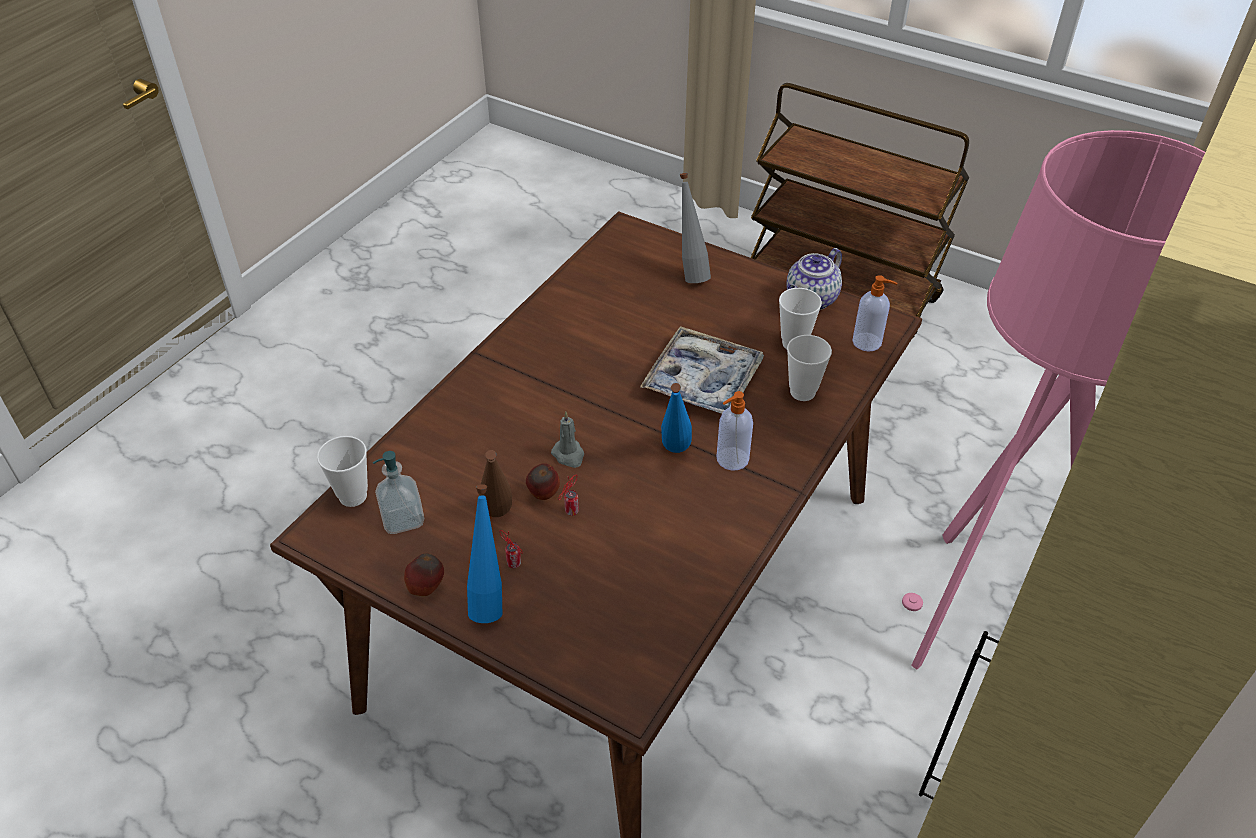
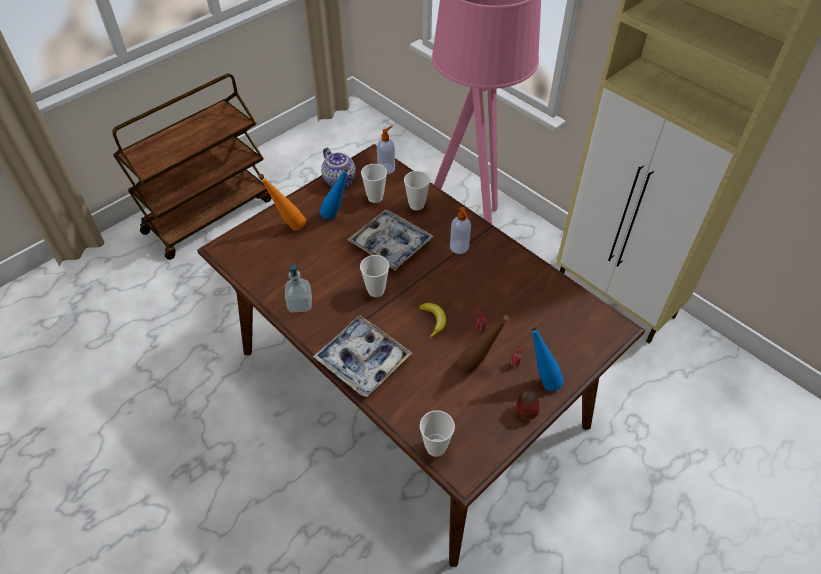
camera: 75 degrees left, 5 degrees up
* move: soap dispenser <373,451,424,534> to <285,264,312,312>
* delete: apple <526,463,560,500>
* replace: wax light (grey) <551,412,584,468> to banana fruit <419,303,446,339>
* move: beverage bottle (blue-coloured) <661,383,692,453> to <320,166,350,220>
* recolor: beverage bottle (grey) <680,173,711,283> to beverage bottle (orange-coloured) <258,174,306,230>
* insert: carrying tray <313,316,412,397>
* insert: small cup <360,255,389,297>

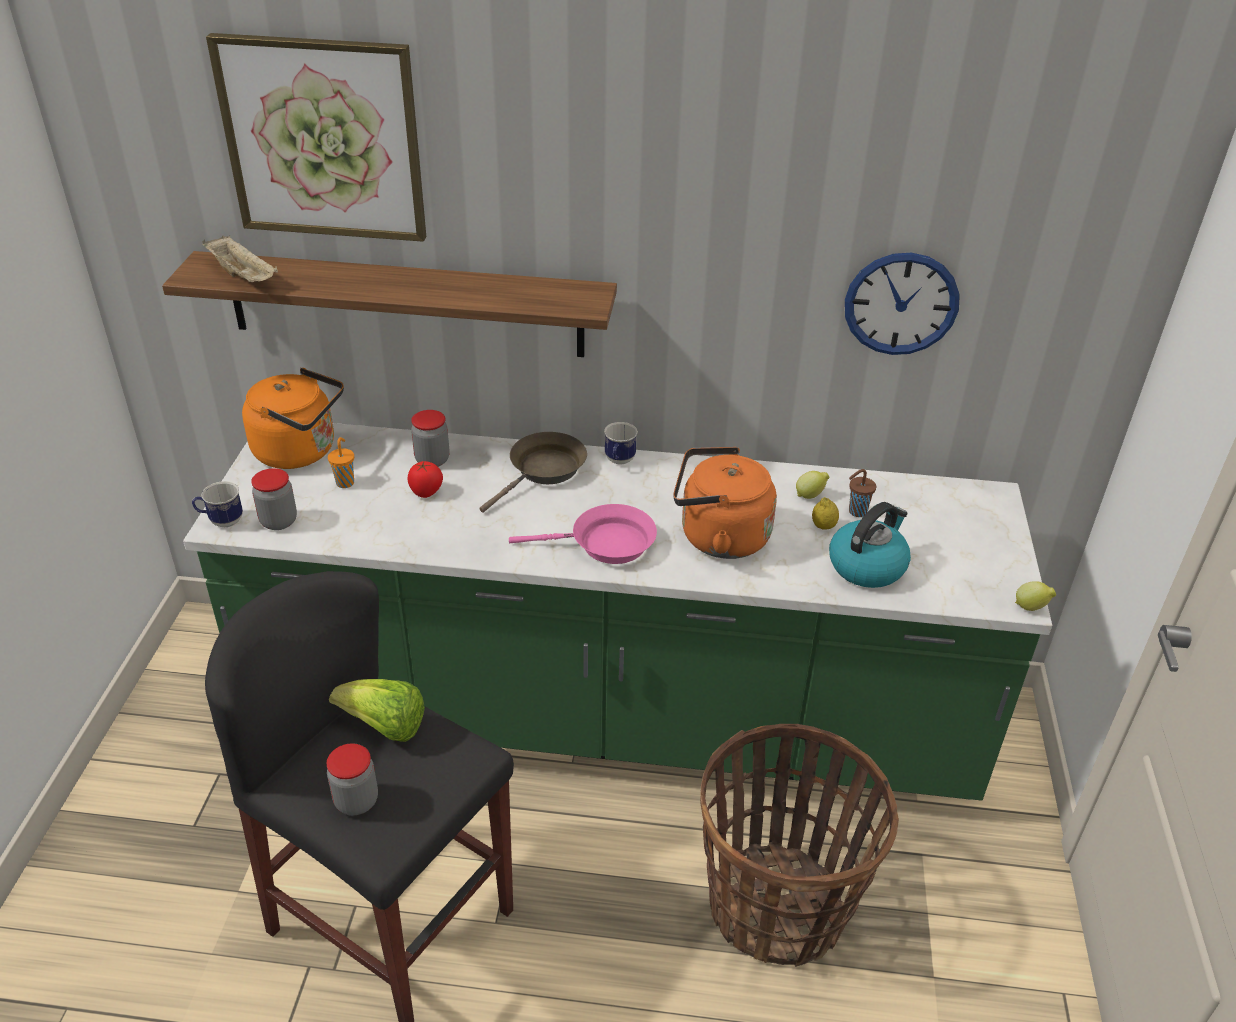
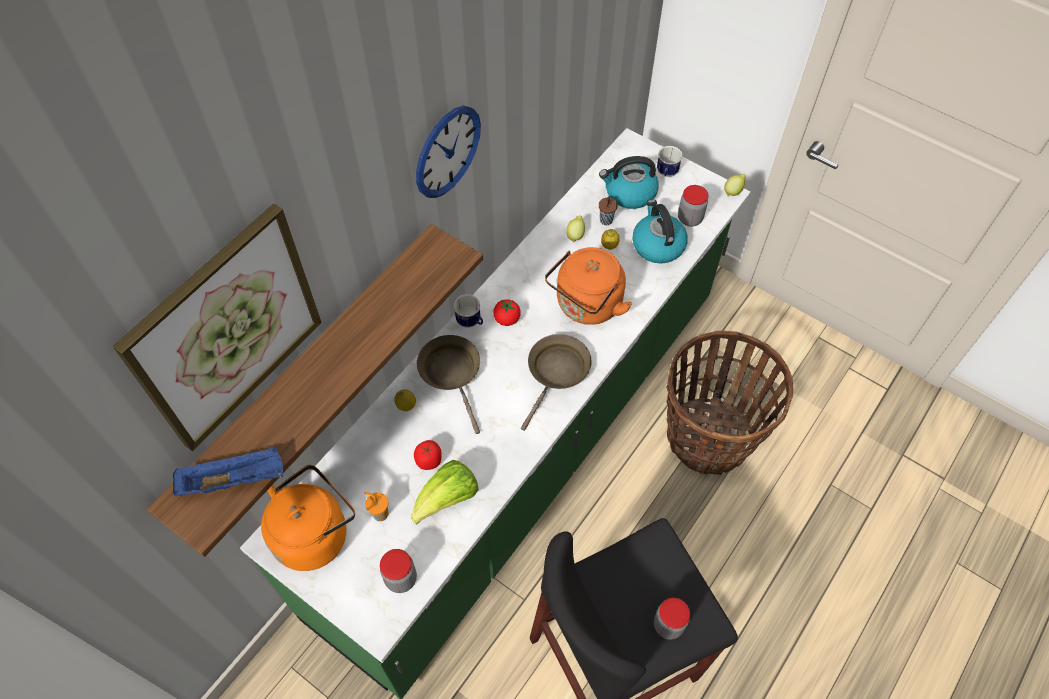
camera: 60 degrees left, 20 degrees up
* move: tea mug <192,481,243,527> to <657,146,683,177>
* recolor: carrying tray (beige-coloured) <202,236,278,282> to carrying tray (blue-coloured) <173,447,284,496>
* move: lettuce head <329,679,425,742> to <411,460,479,524>
* move: storage jar <411,410,449,467> to <678,185,709,226>
* recolor: frying pan (pinkish) <509,504,657,564> to frying pan (brown) <521,334,592,431>
* move: clock on the wall <845,253,960,355> to <416,106,481,198>
* insert: whole lemon <395,389,416,411>
* insert: whole tomato <493,299,521,326>
* insert: tea kettle <599,156,659,209>

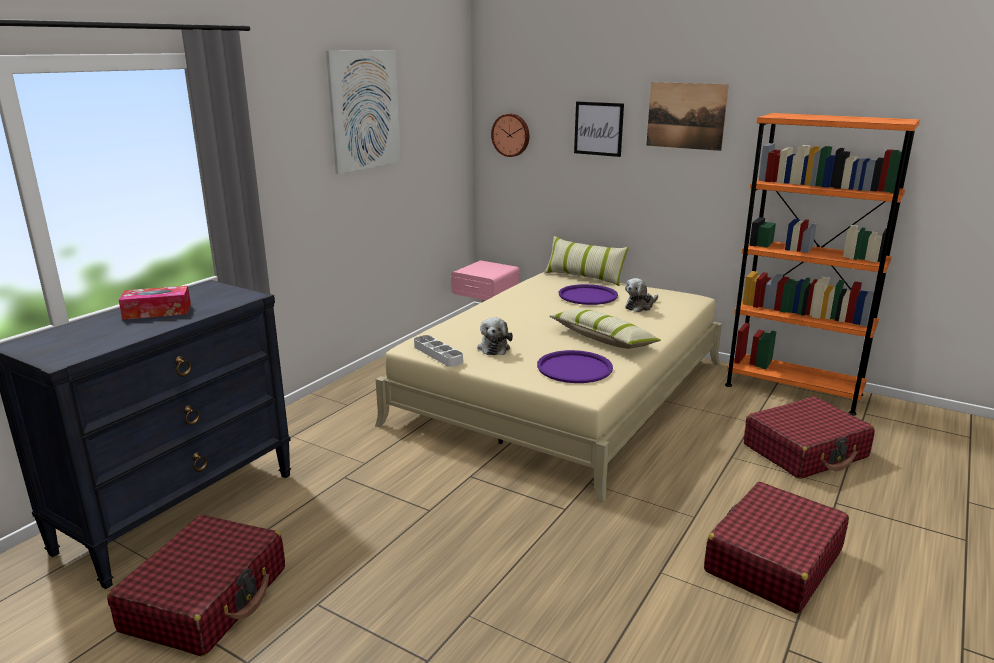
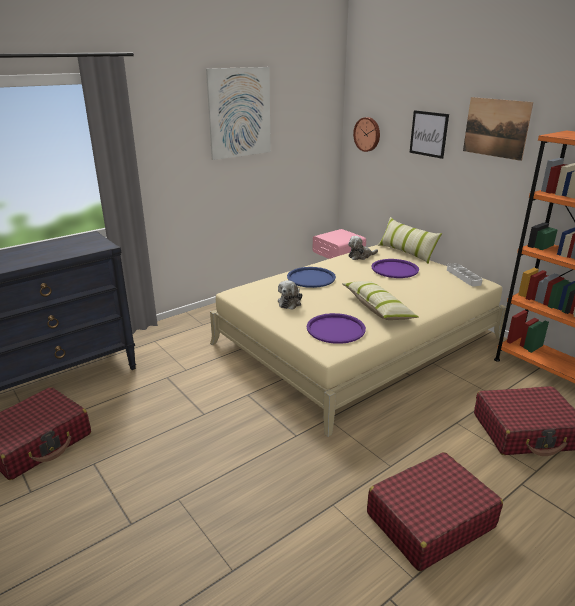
camera: 20 degrees right, 5 degrees up
* delete: box of tissues <119,286,191,320>
* move: carrying tray (grey) <414,335,463,367> to <447,263,483,286>
* move: plush toy <625,278,658,312> to <348,236,378,260>
* insert: carrying tray (blue-coloured) <287,267,336,288>

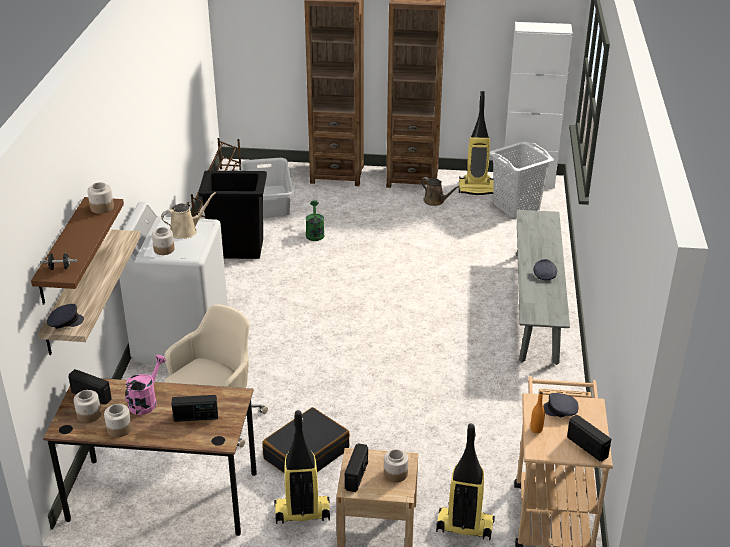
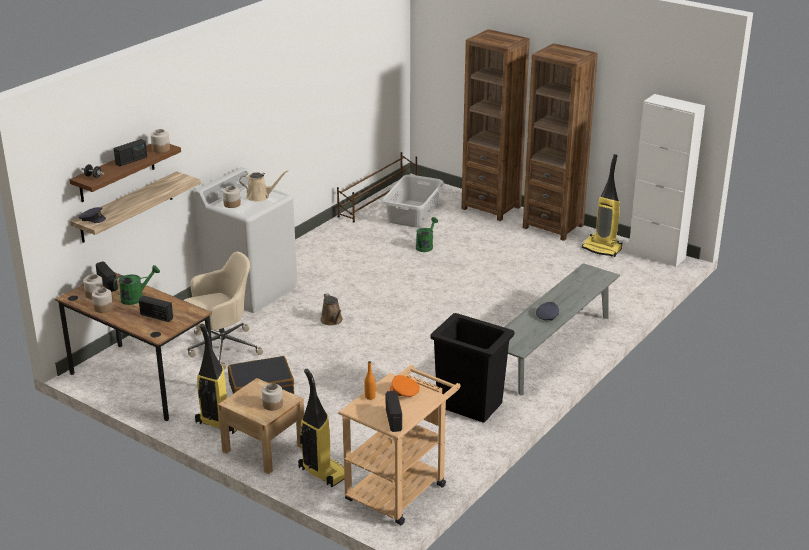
camera: 30 degrees right, 5 degrees down
* recolor: watering can (pinkish) <125,355,166,415> to watering can (greenish) <113,265,160,305>
* move: trash can (black) <198,171,267,259> to <430,313,514,423>
* move: radio <345,443,368,492> to <114,139,147,167>
* move: watering can (brown) <421,177,460,206> to <320,293,343,326>
* delete: laundry basket (whitish) <489,141,554,218>
* recolor: baseball cap (grey) <543,393,578,417> to baseball cap (orange-coloured) <390,375,420,397>

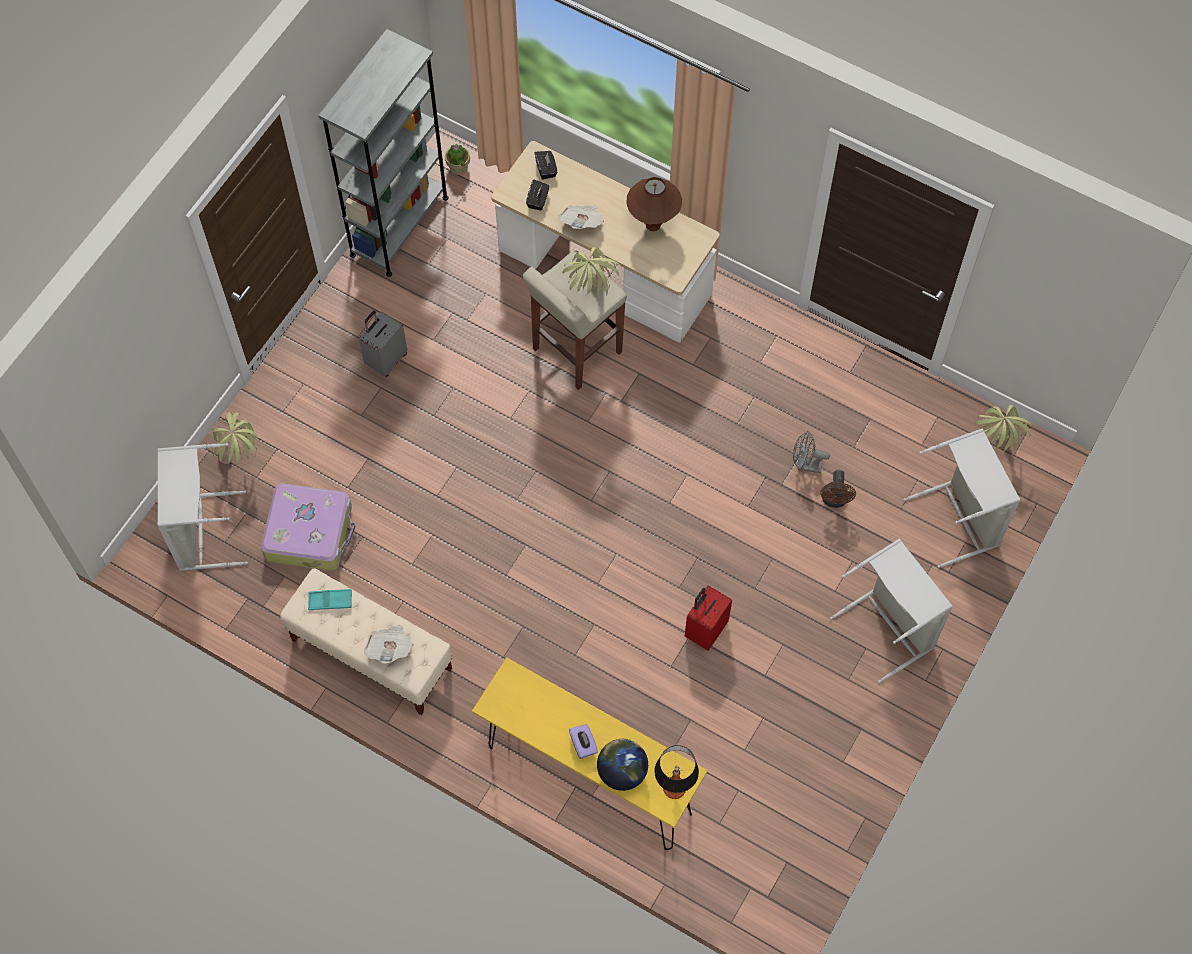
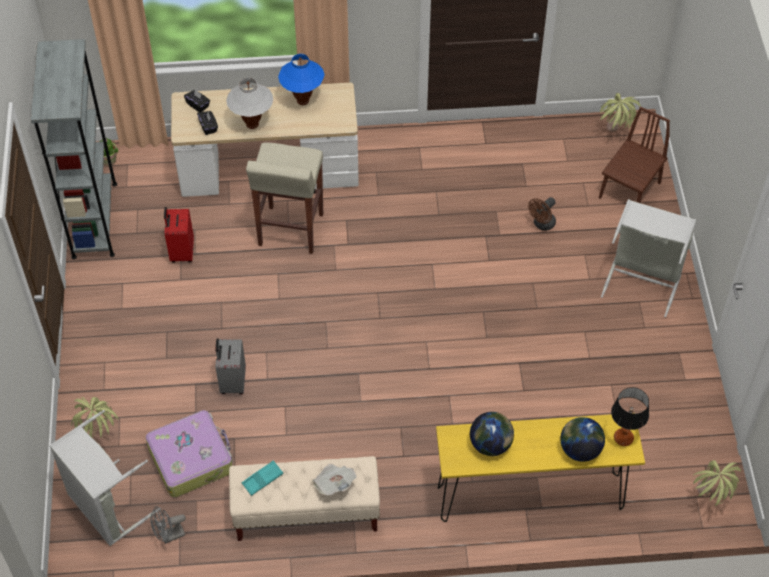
camera: 35 degrees left, 10 degrees down
* move: piece of luggage (grey) <359,311,407,377> to <215,338,246,394>
* replace: printed paper <558,205,604,229> to table lamp (whitish) <226,77,273,129>
* move: houseplant <562,247,622,296> to <693,460,741,506>
* delete: box of tissues (purplish) <569,724,598,759>
* recolor: table lamp (brown) <626,177,682,231> to table lamp (blue-coloured) <278,54,325,105>
* move: piece of luggage (red-coloured) <685,585,732,650> to <164,207,194,263>
* move: fan (grey) <793,431,830,473> to <151,506,186,544>
* rotate: fan (brown) <820,470,856,508> = <528,197,556,231> 75 degrees clockwise
* replace: laundry basket (grey) <904,428,1020,568> to plain chair (brown) <599,107,670,203>
* insert: world globe <470,412,514,456>

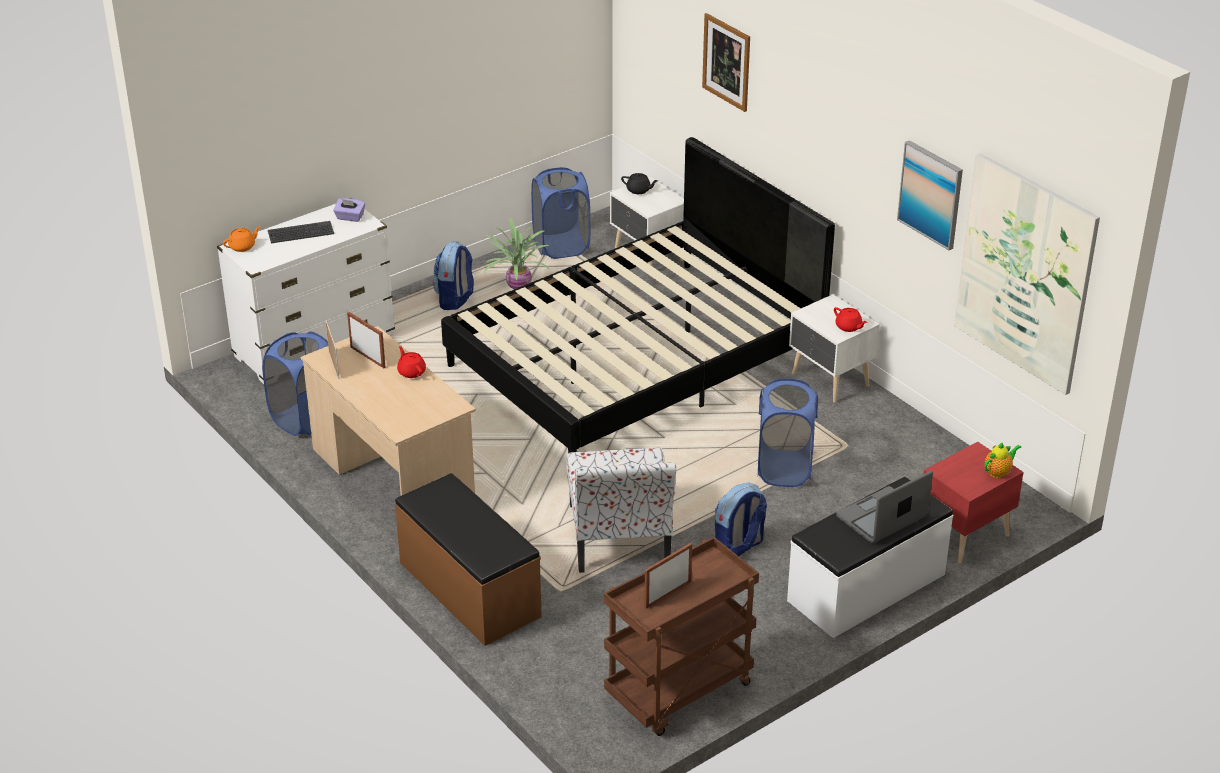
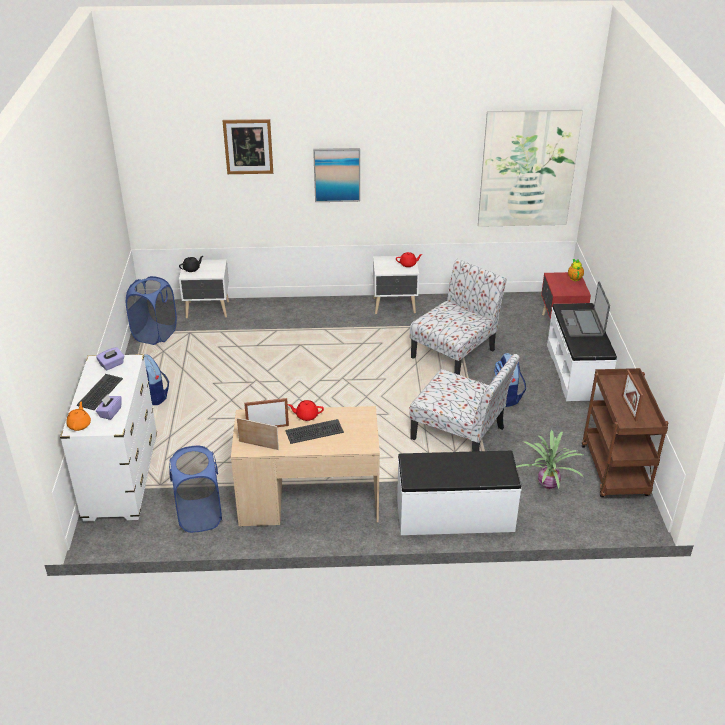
camera: 55 degrees left, 0 degrees up
* recolor: indoor bench (brown) <395,473,542,646> to indoor bench (whitish) <397,451,521,535>
* delete: sleeping bed (black) <441,137,835,453>
* move: houseplant <484,218,550,289> to <516,430,583,489>
* replace: laundry basket (blue-coloured) <758,378,818,487> to plain chair <410,259,507,375>
* move: wall picture <897,140,963,250> to <313,148,360,202>
* insert: box of tissues (purplish) <96,394,122,420>
* insert: PC keyboard <285,419,344,444>

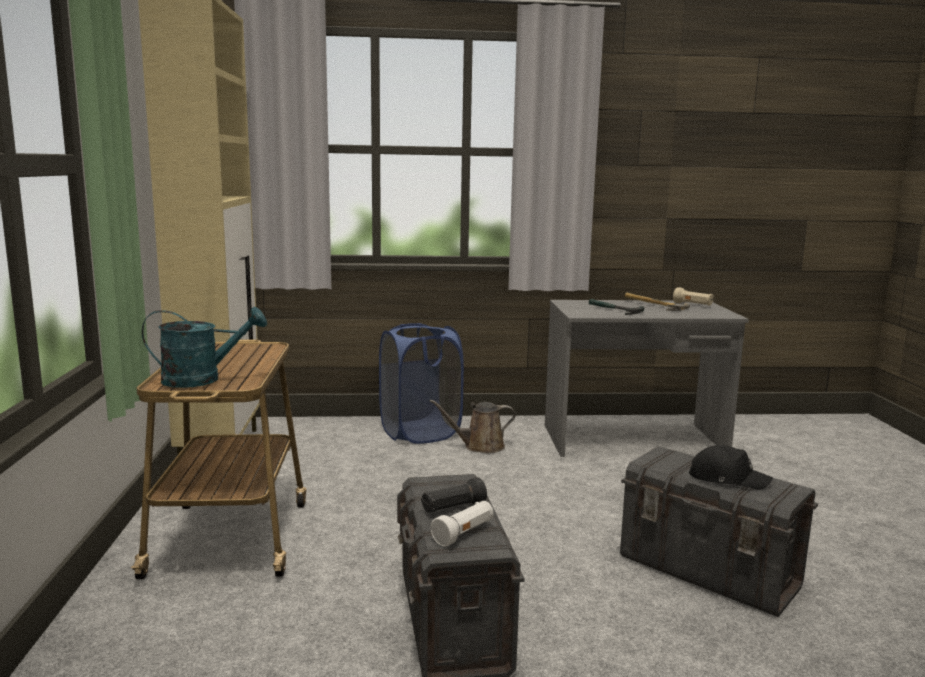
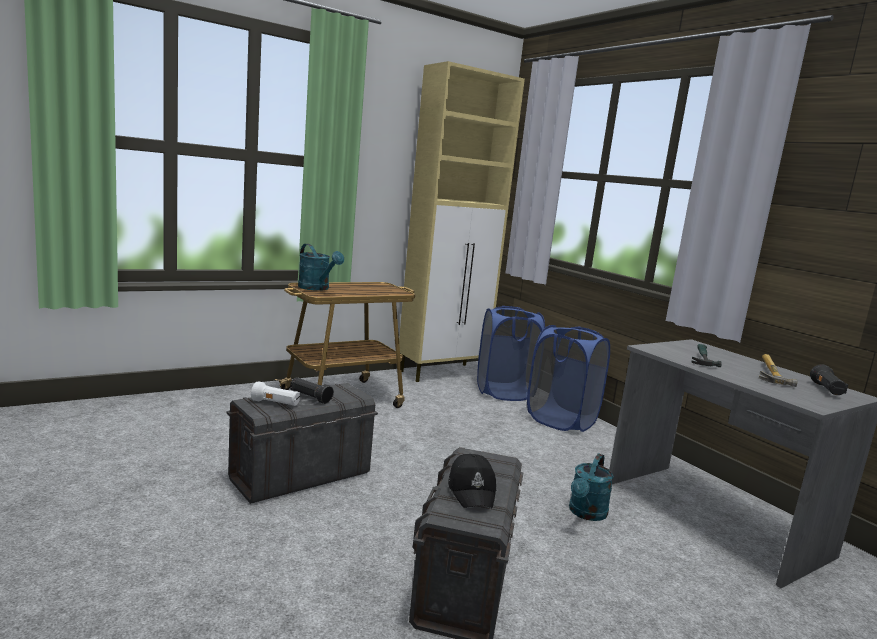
camera: 60 degrees right, 0 degrees up
* delete: watering can (brown) <429,400,515,453>
* recolor: torch (beige-coloured) <673,287,713,306> to torch (black) <810,364,848,395>
* insert: laundry basket (blue-coloured) <477,306,545,401>
* insert: watering can (blue-green) <569,453,614,521>

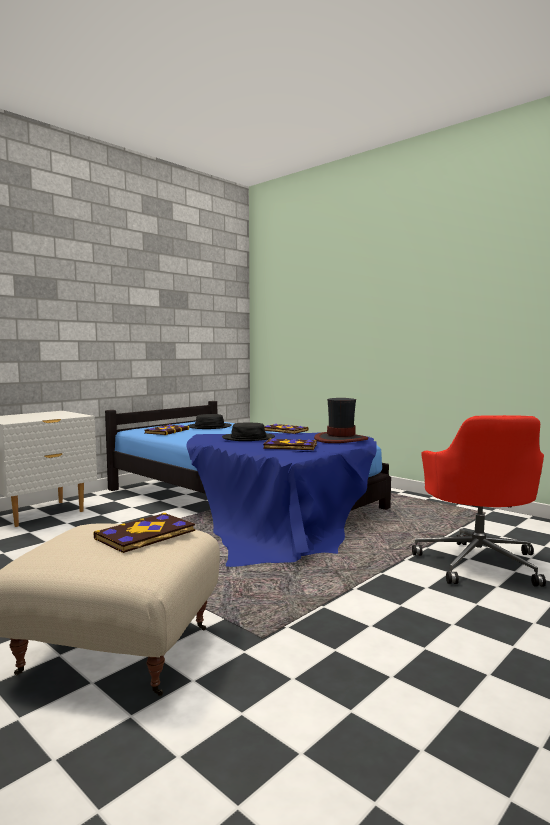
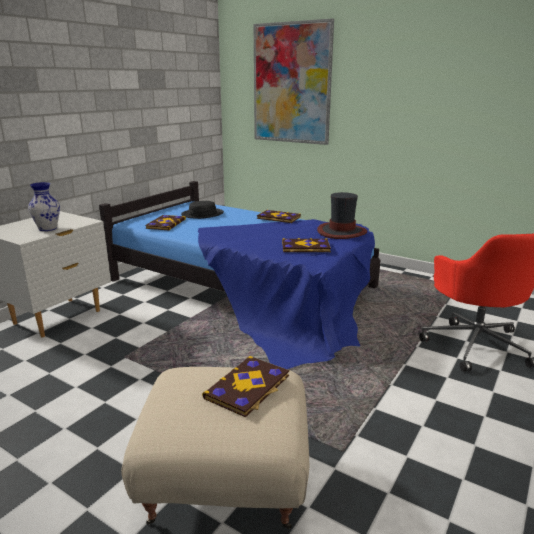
camera: 10 degrees left, 15 degrees up
* delete: clothing hat (black) <222,423,275,441>
* insert: flower vase <28,182,60,231>
* insert: wall picture <254,18,334,145>

